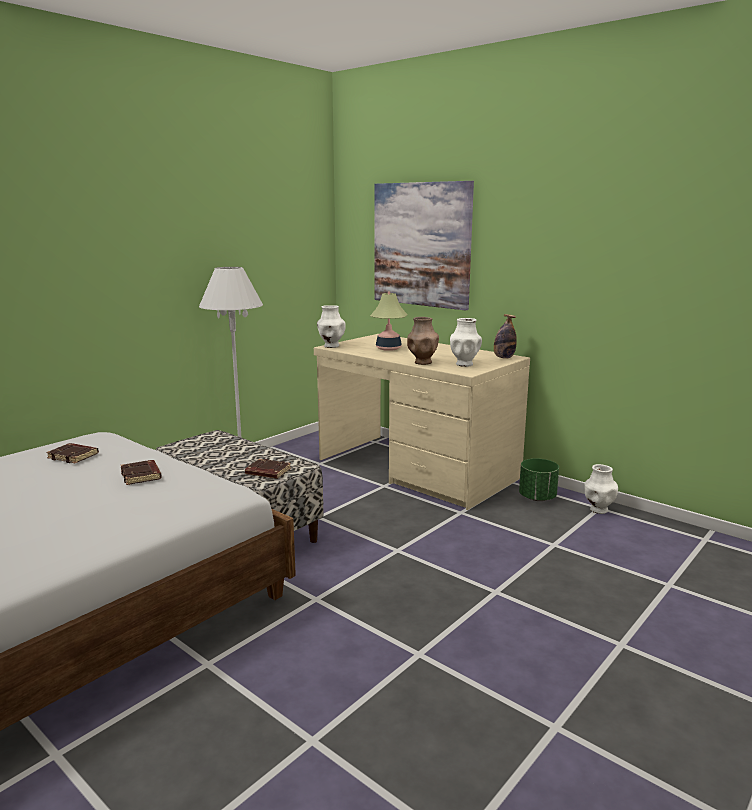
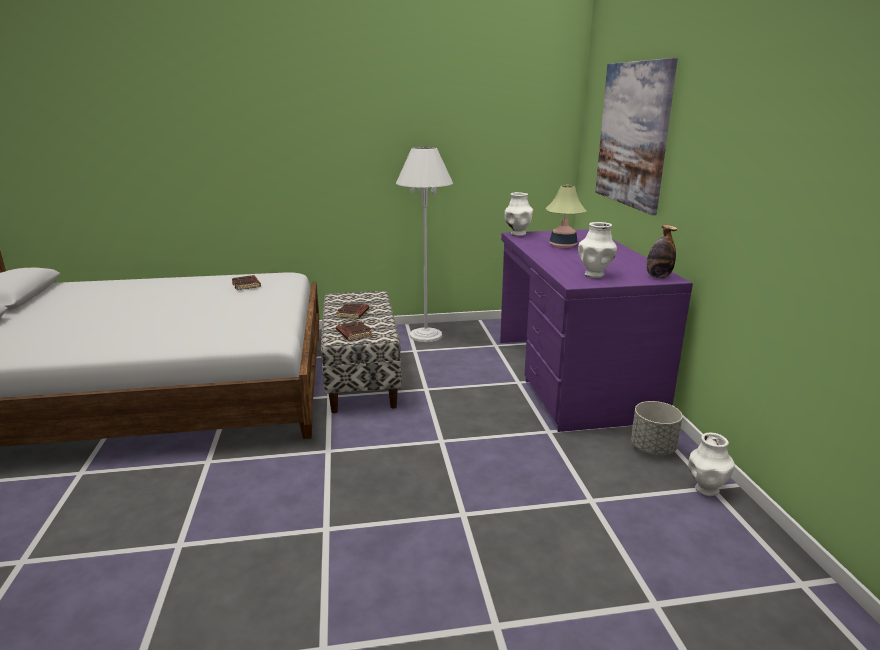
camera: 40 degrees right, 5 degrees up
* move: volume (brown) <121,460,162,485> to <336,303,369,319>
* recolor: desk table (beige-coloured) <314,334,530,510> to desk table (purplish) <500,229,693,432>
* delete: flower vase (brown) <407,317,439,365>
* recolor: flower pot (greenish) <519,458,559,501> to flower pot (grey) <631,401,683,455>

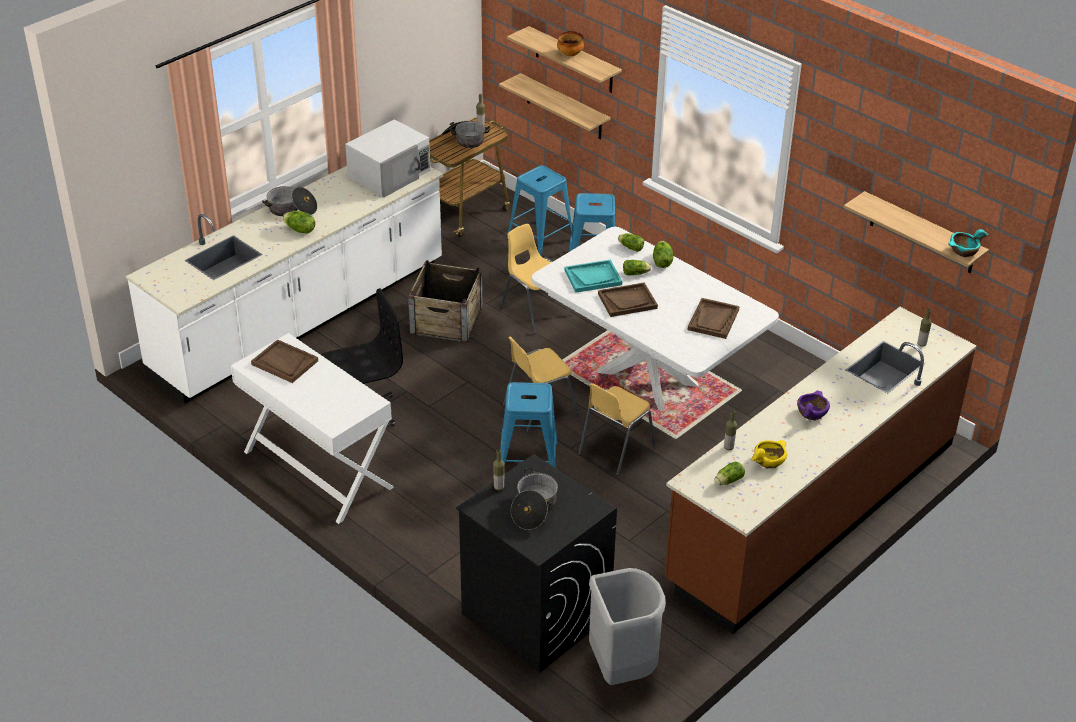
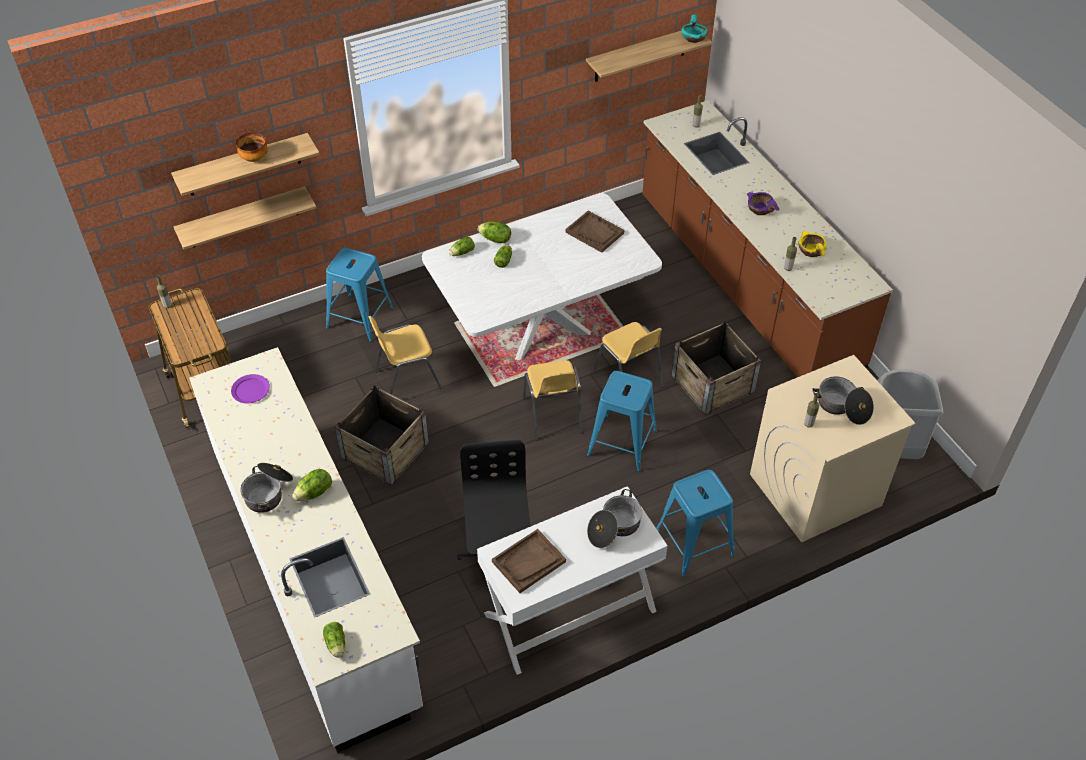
camera: 70 degrees left, 10 degrees up
* replace: microwave (whitish) <345,119,431,197> to plate (purplish) <231,374,270,403>
* move: cooking pot <442,121,490,148> to <587,489,642,548>
* recolor: laundry machine (black) <456,454,617,673> to laundry machine (beige-coloured) <750,355,916,543>
* move: sitting stool (blue-coloured) <507,165,572,257> to <656,470,735,577>
* delete: carrying tray (blue-green) <565,260,622,293>
* delete: carrying tray (brown) <598,282,658,317>
* move: lettuce head <715,462,745,485> to <323,622,345,658>
* insert: packing crate <671,321,761,416>

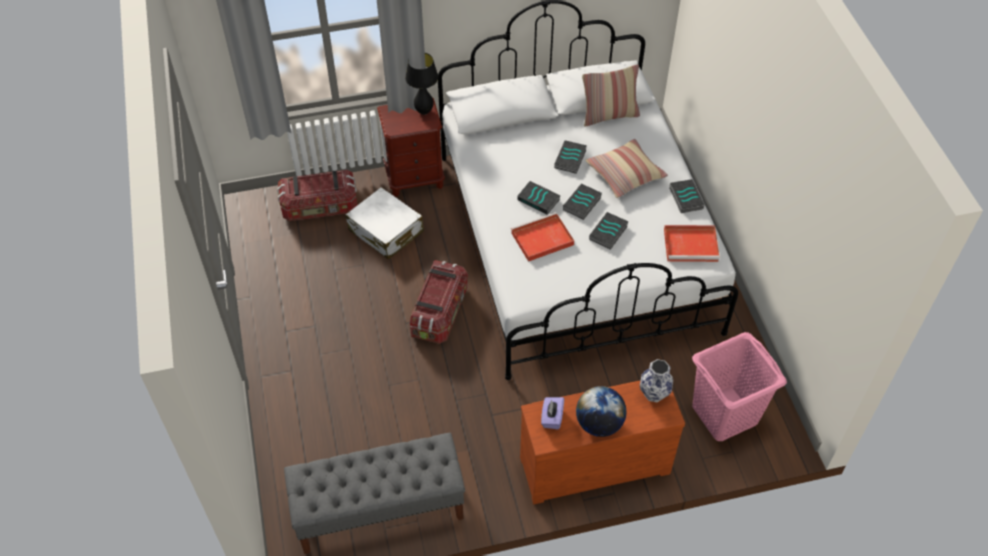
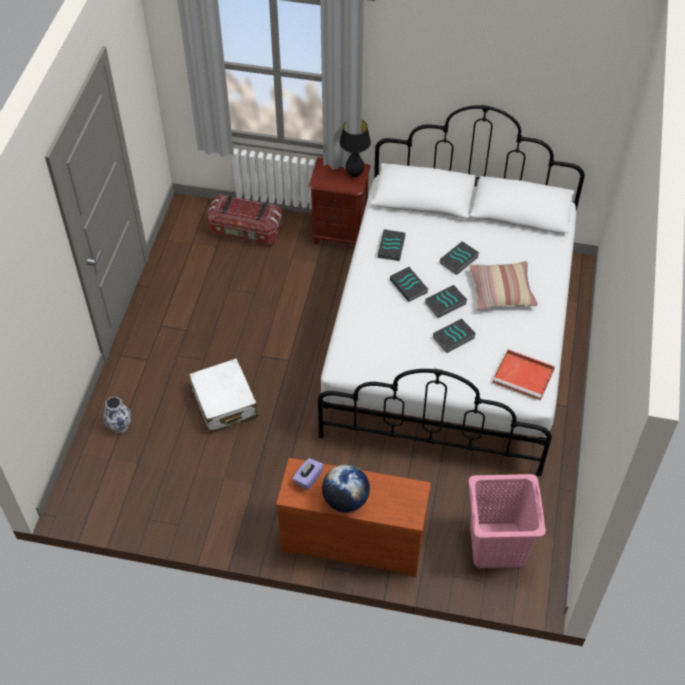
camera: 25 degrees right, 0 degrees up
* delete: indoor bench (grey) <284,433,465,554>
* move: piece of luggage (whitish) <345,187,424,260> to <189,358,258,433>
* delete: storage box <410,260,468,344>
* delete: carrying tray (red-coloured) <511,212,574,262>
* delete: throw pillow <582,64,640,127>
* move: flower vase <640,359,673,402> to <104,397,131,433>
* move: volume <669,179,705,213> to <378,229,406,261>

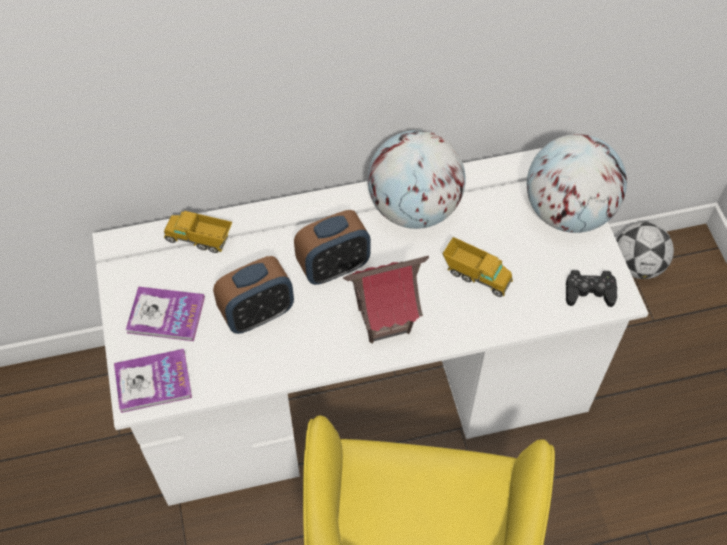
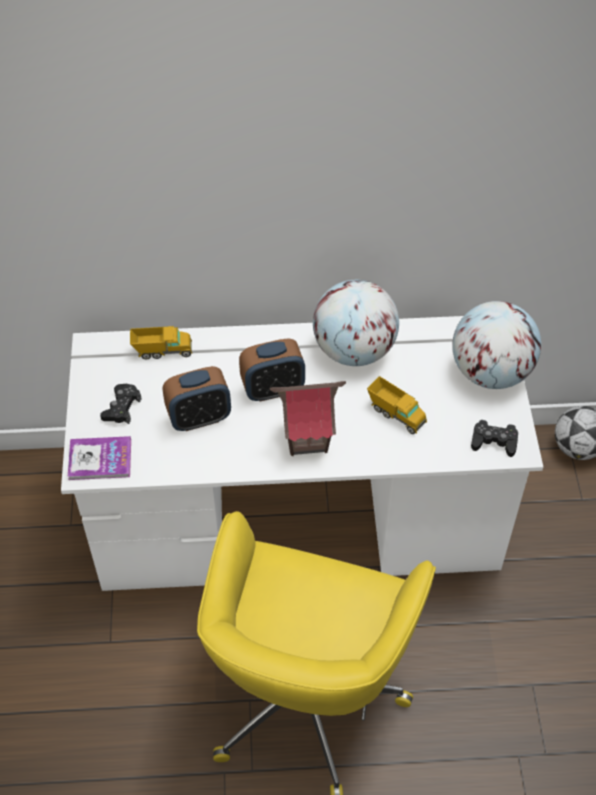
camera: 10 degrees right, 5 degrees down
* replace: volume <126,287,205,341> to gamepad (black) <100,384,141,424>
* rotate: toy truck <164,211,232,253> = <130,326,192,359> 150 degrees clockwise

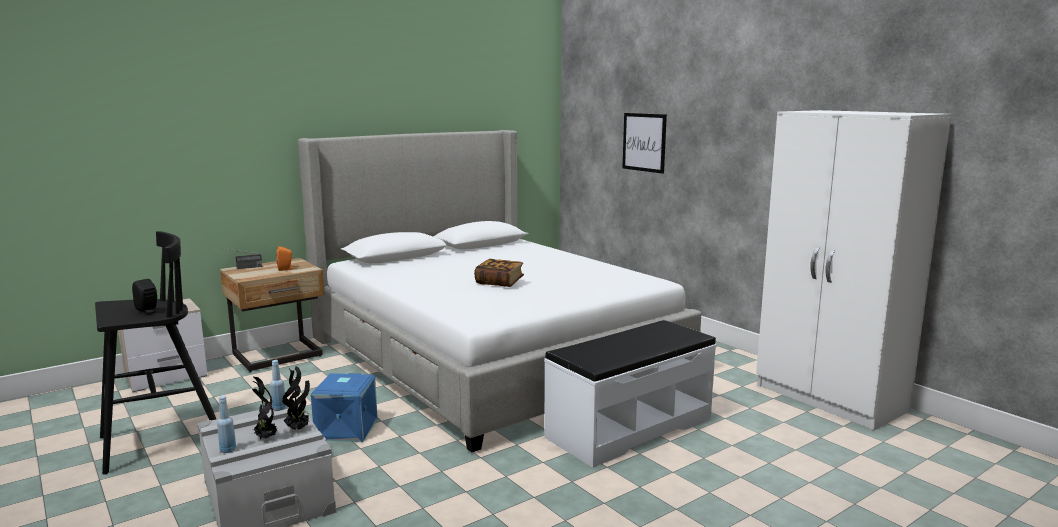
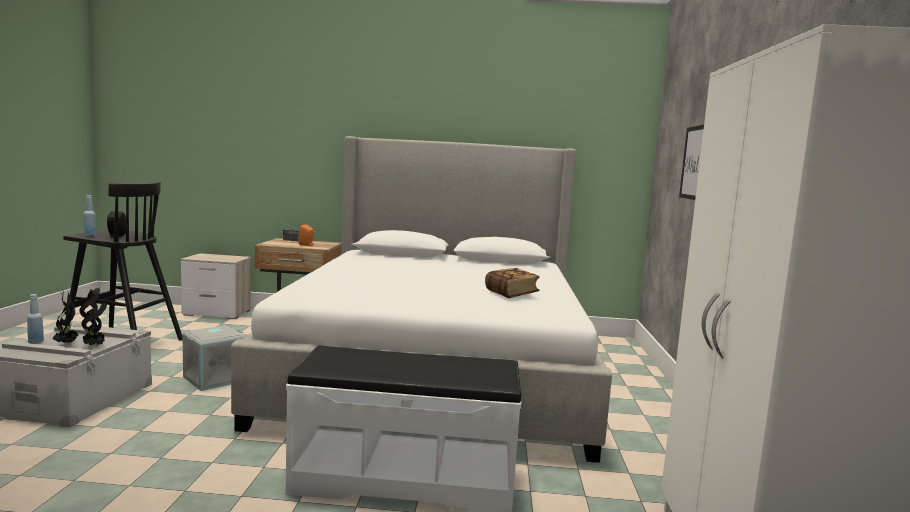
camera: 40 degrees right, 5 degrees down
* move: beverage bottle (blue-coloured) <270,360,286,411> to <84,195,96,235>
* recolor: storage box (blue-coloured) <311,373,378,442> to storage box (grey) <182,325,246,391>
* move: volume <474,259,524,287> to <485,268,540,298>

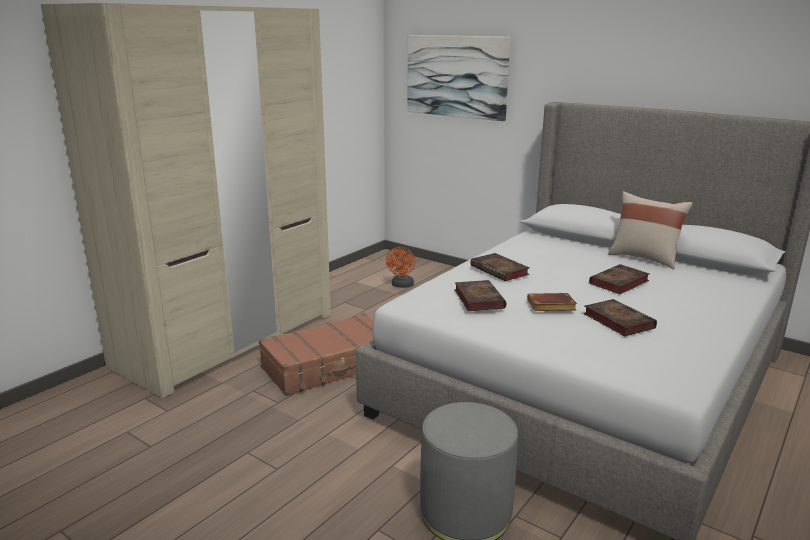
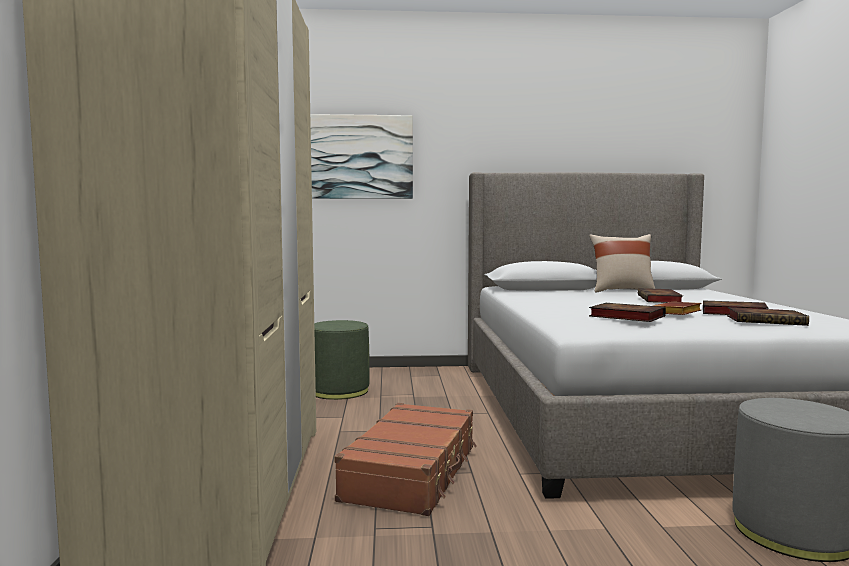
camera: 40 degrees left, 15 degrees down
* replace: fan (orange-coloured) <386,247,415,288> to footrest (greenish) <314,320,370,400>
* move: volume <470,253,530,281> to <727,307,809,326>

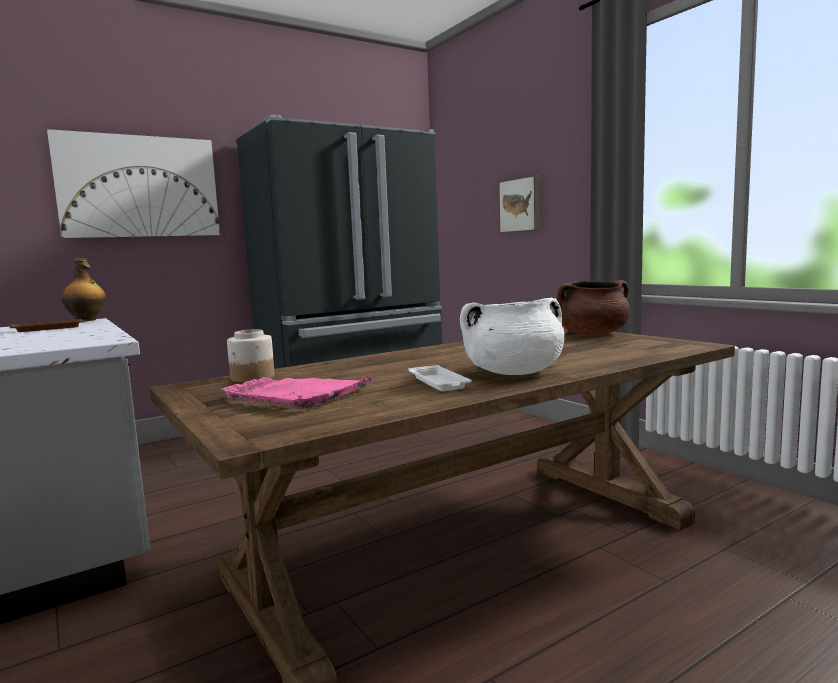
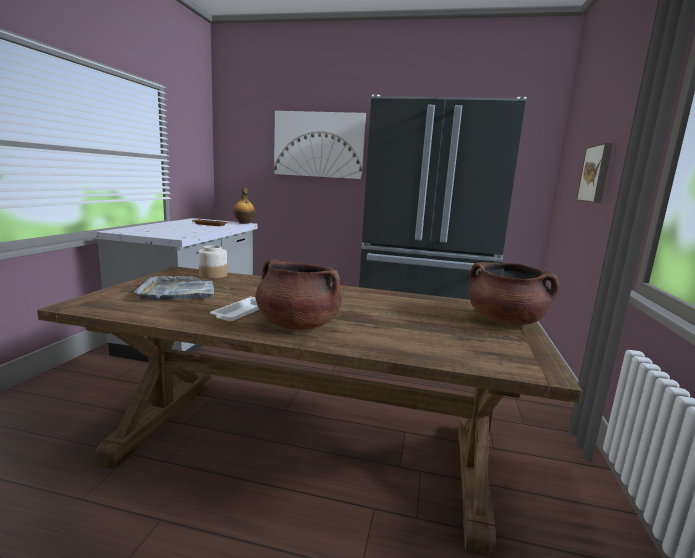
camera: 45 degrees right, 5 degrees up
* recolor: carrying tray (pinkish) <221,376,373,409> to carrying tray (grey) <133,276,214,301>
* recolor: cooking pot (whitish) <460,298,565,375> to cooking pot (brown) <255,259,342,330>

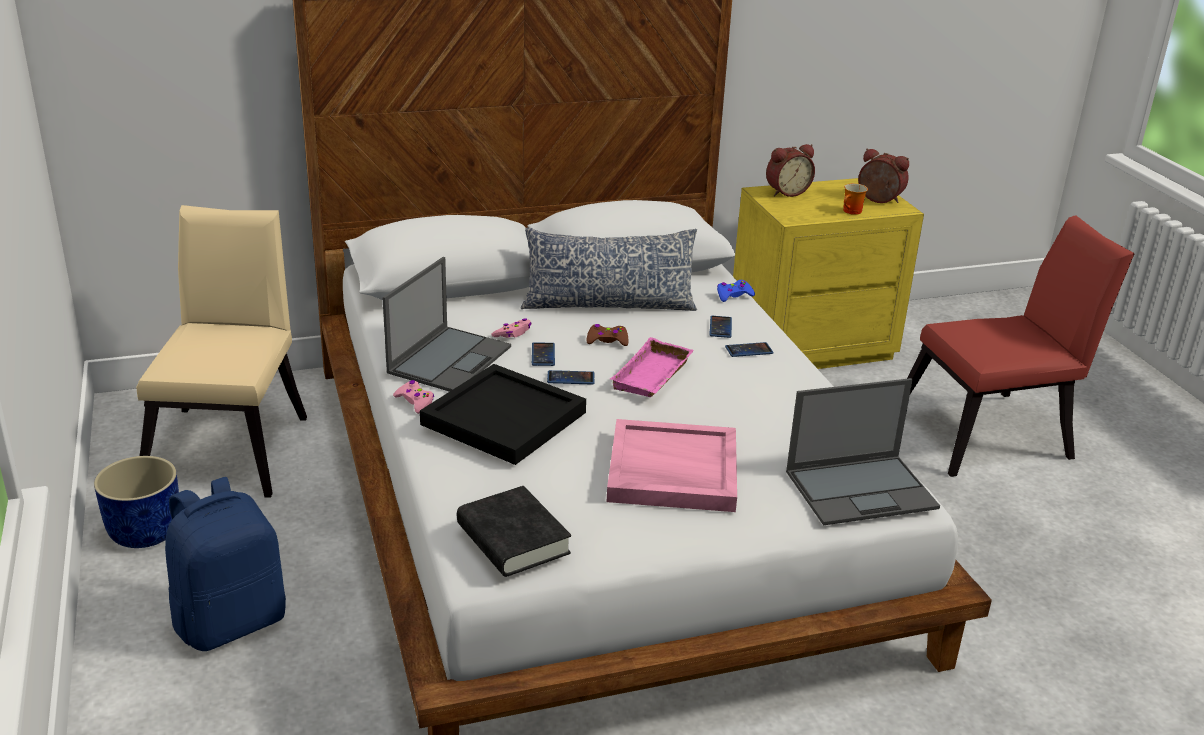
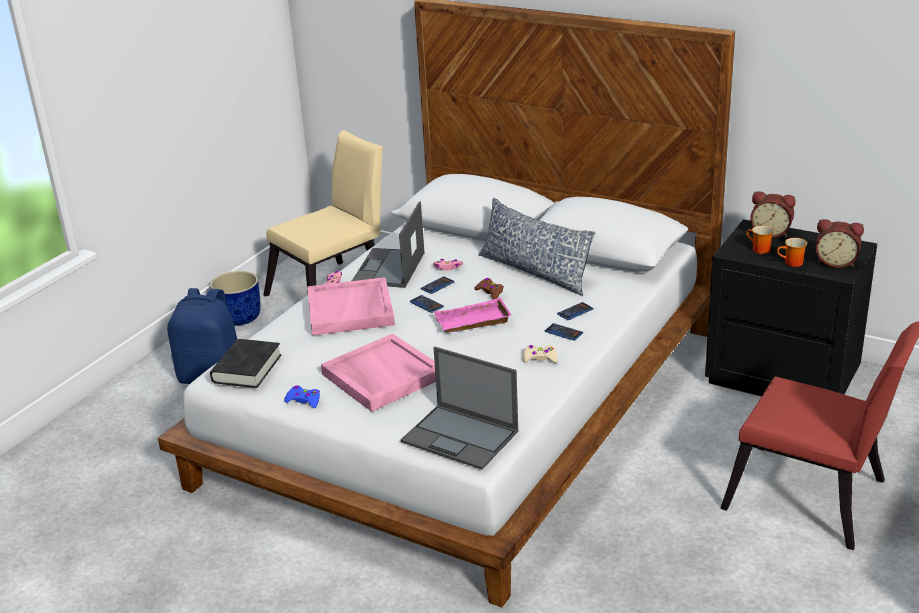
camera: 50 degrees right, 0 degrees up
* rotate: laptop <382,257,511,392> = <352,202,424,288> 120 degrees clockwise
* recolor: carrying tray (black) <420,364,586,465> to carrying tray (pinkish) <307,277,395,335>
* move: gamepad (blue-coloured) <717,280,755,302> to <284,385,320,408>
* recolor: night table (yellow-coloured) <733,178,924,369> to night table (black) <705,219,877,396>
* rotate: bedside clock <858,148,909,203> = <815,219,864,268> 120 degrees clockwise
* insert: gamepad (beige-coloured) <523,345,558,363>
* insert: tea mug <746,226,774,254>

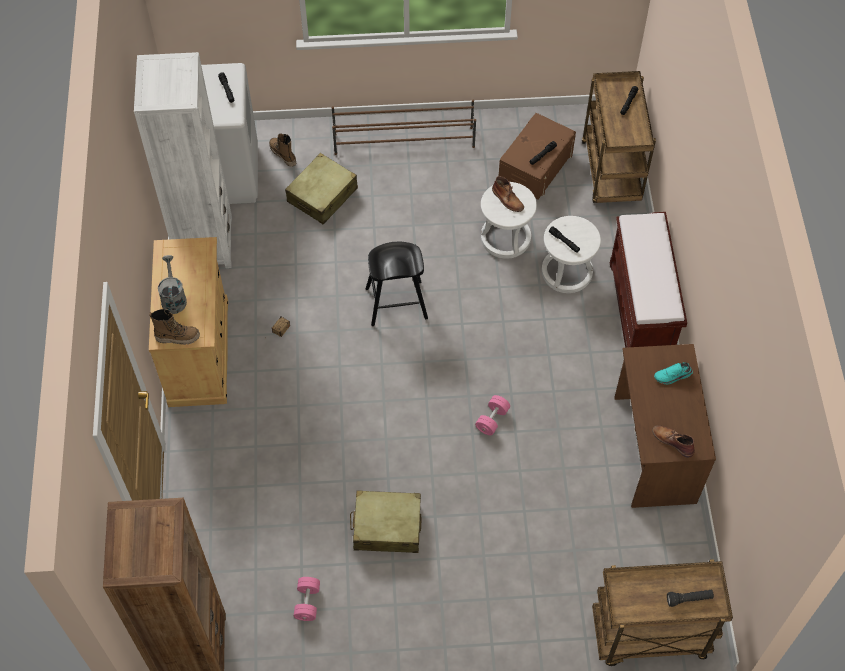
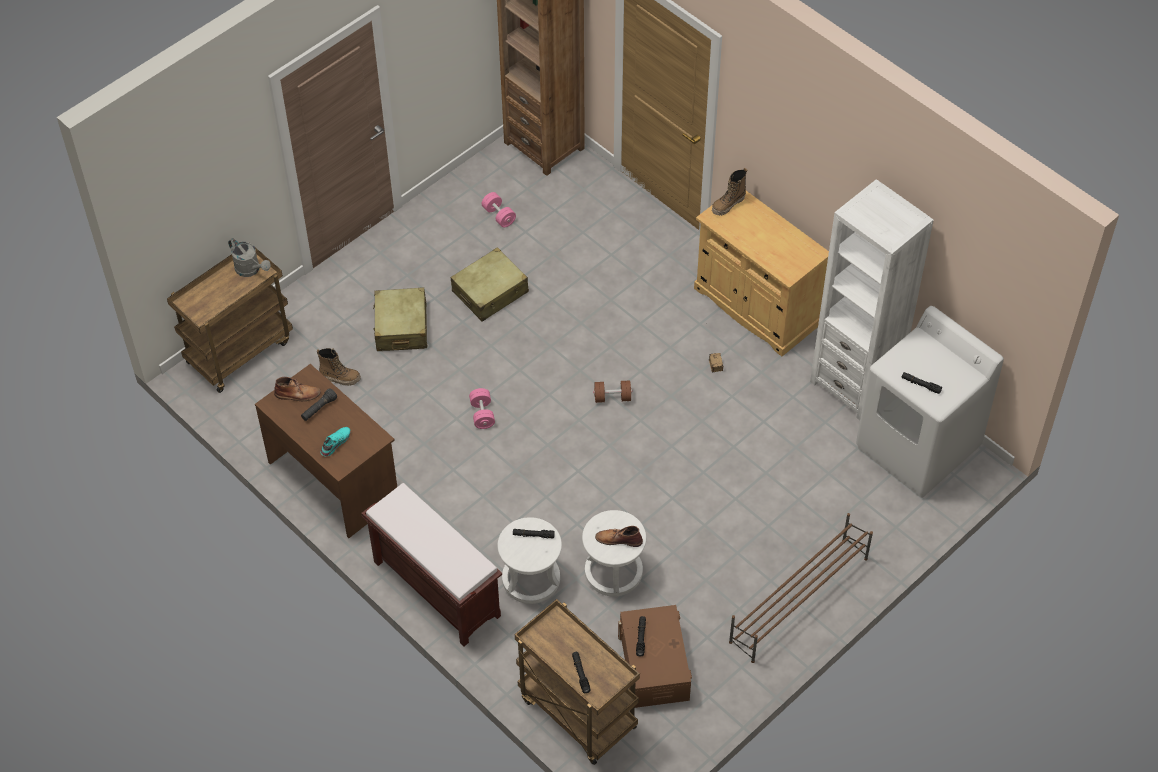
camera: 140 degrees right, 5 degrees down
* move: watering can (grey) <158,255,187,314> to <228,238,271,277>
* move: boot <269,133,296,167> to <317,348,361,386>
* move: piece of luggage (beige-coloured) <285,153,358,225> to <373,287,427,351>
* delete: sitting stool (black) <366,242,428,326>
* move: torch (black) <667,590,714,607> to <301,388,337,421>
* insert: free weight (brown) <593,381,632,403>

